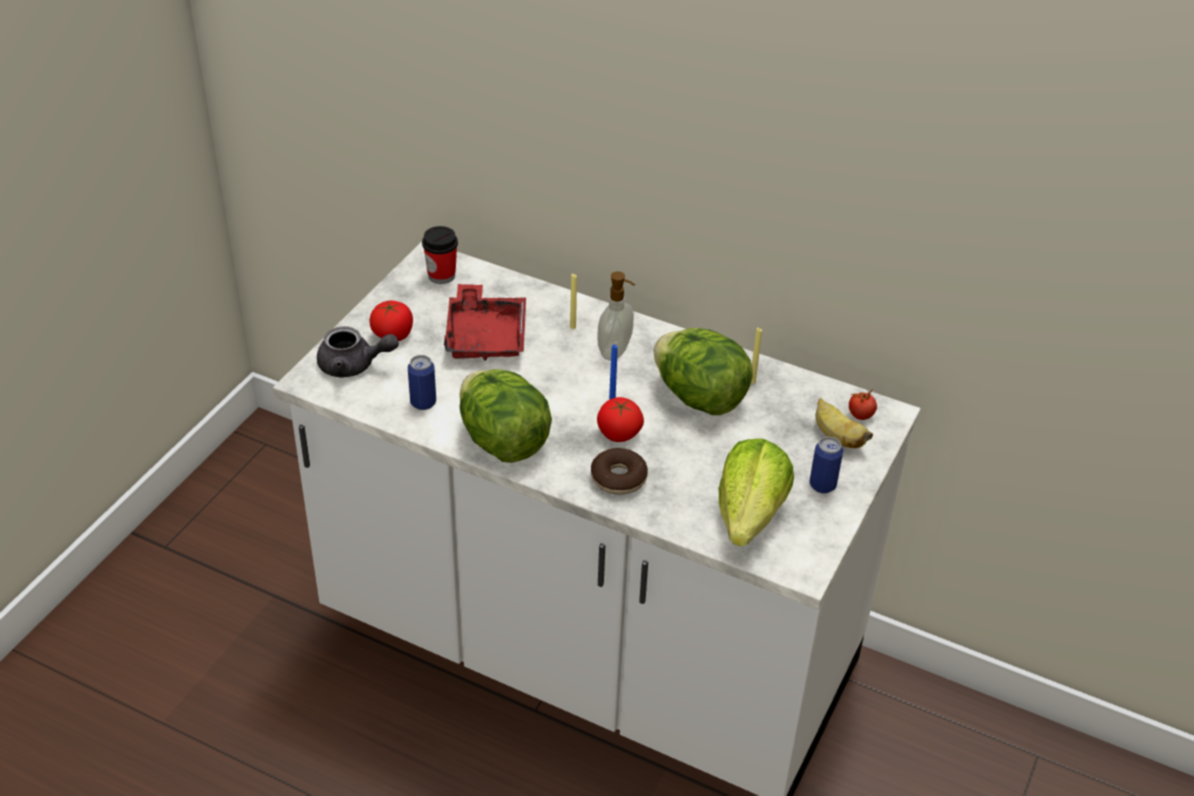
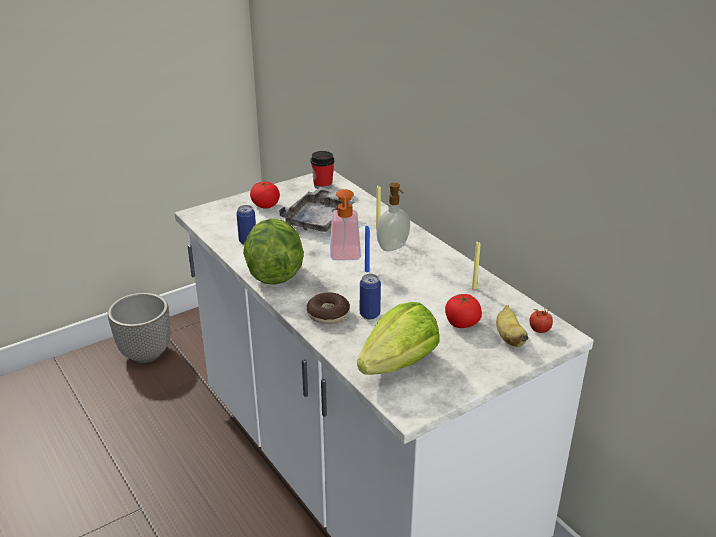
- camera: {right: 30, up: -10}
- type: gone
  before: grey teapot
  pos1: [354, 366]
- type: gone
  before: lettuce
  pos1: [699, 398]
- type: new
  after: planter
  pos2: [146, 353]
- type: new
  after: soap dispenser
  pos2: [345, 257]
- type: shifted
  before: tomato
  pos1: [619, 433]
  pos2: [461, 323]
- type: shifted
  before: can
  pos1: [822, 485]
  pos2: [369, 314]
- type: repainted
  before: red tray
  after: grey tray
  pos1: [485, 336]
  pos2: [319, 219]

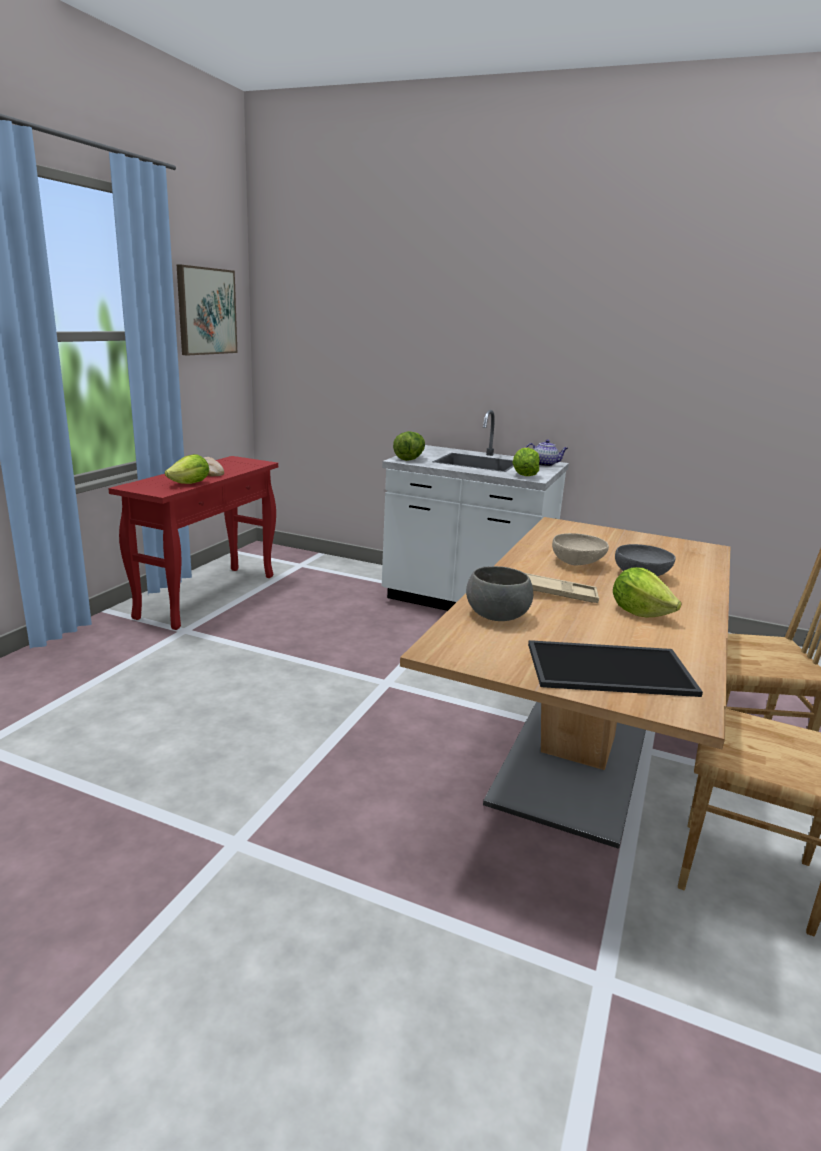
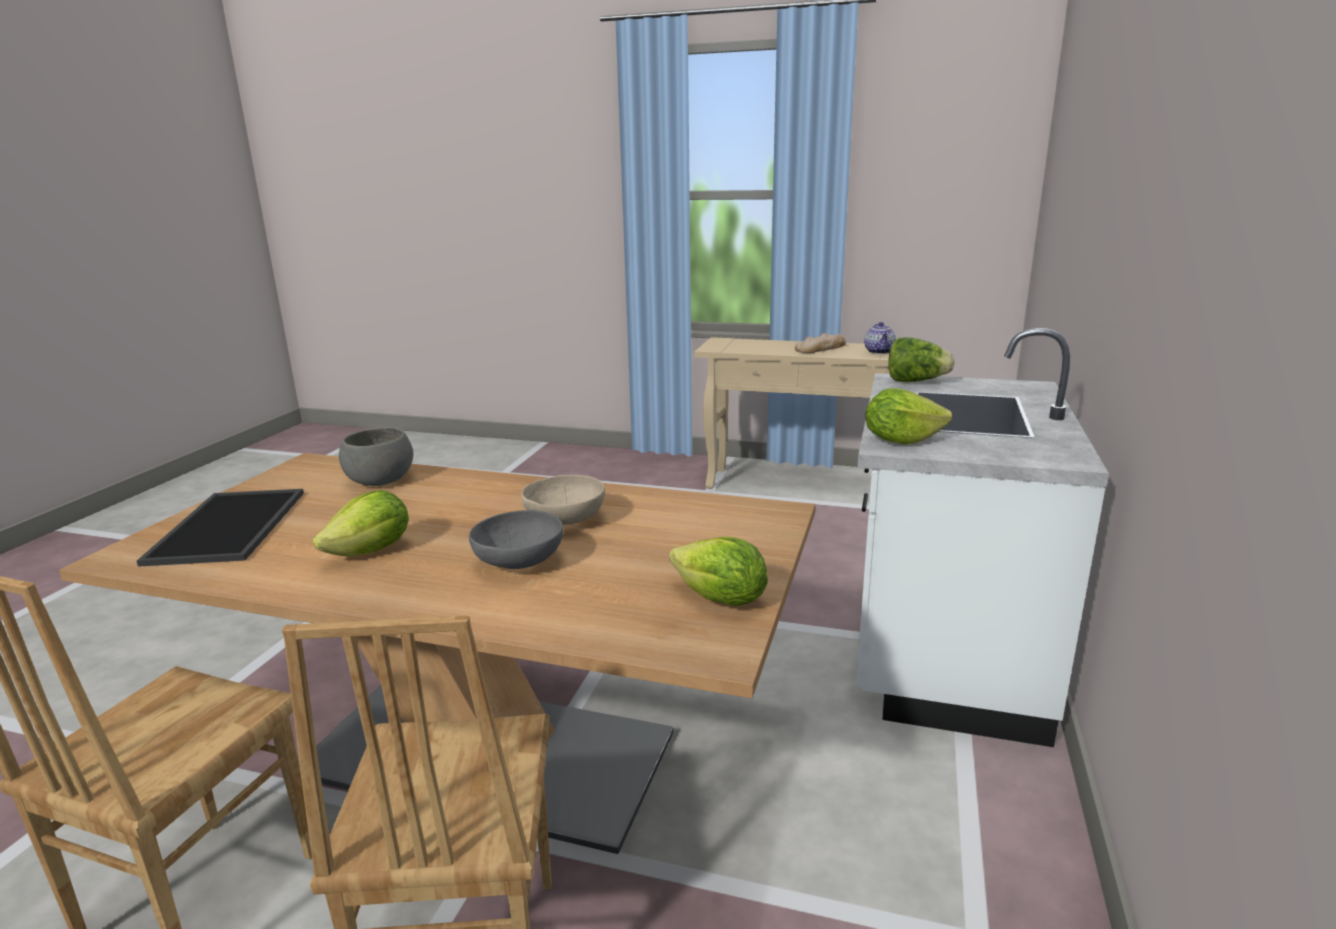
- camera: {right: 85, up: 0}
- type: gone
  before: picture
  pos1: [206, 311]
- type: gone
  before: beige tray
  pos1: [559, 594]
- type: shifted
  before: lettuce
  pos1: [190, 484]
  pos2: [720, 600]
- type: shifted
  before: teapot
  pos1: [545, 464]
  pos2: [879, 352]
- type: repainted
  before: red console table
  after: beige console table
  pos1: [208, 595]
  pos2: [799, 486]

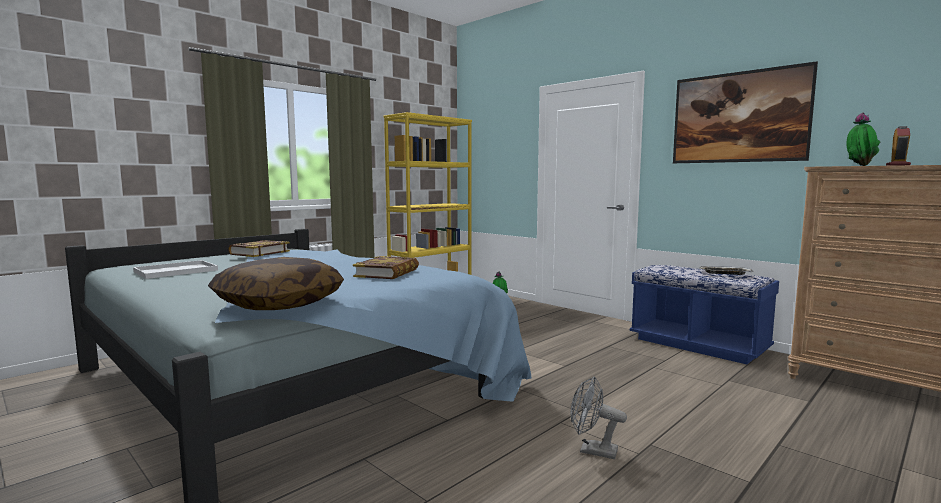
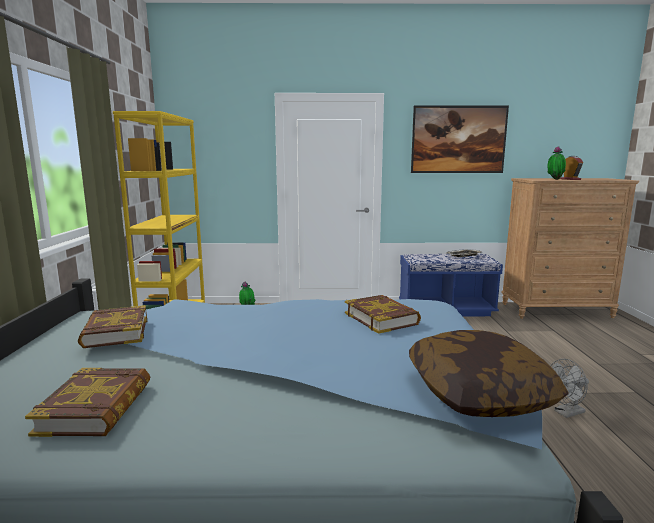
- camera: {right: -45, up: 5}
- type: swapped
  before: white tray
  after: book
  pos1: [174, 271]
  pos2: [96, 408]

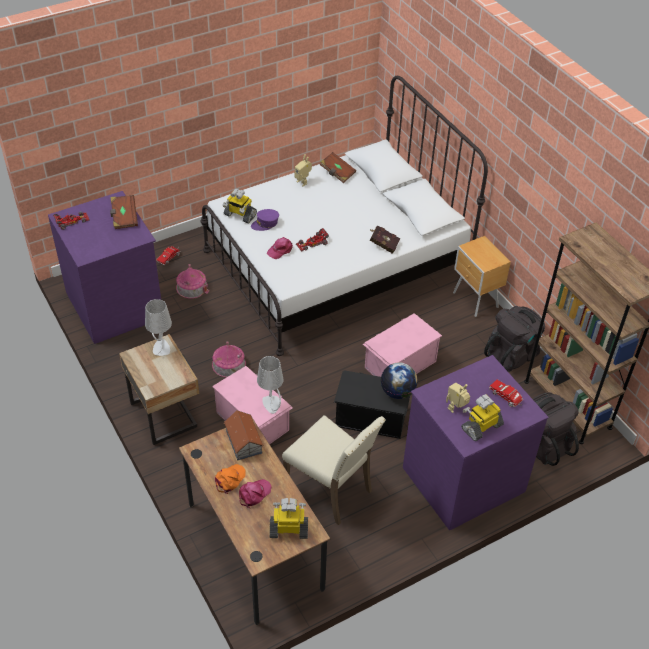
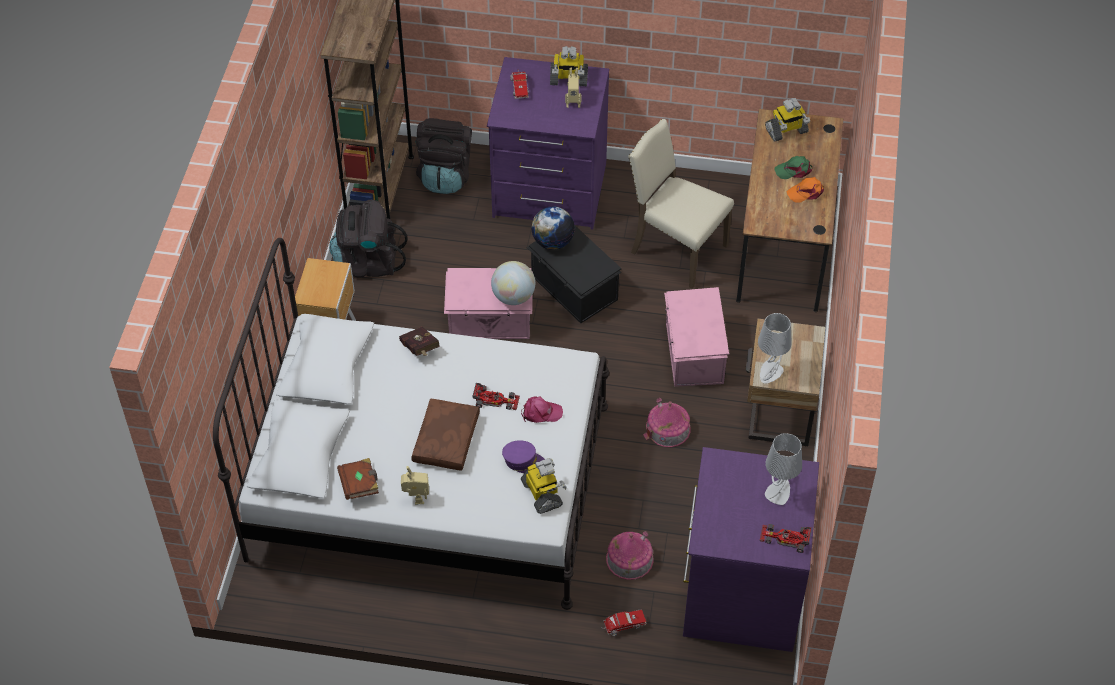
- camera: {right: -140, up: 5}
- type: gone
  before: brown book
  pos1: [124, 218]
- type: gone
  before: toy house
  pos1: [243, 442]
- type: new
  after: brown pillow
  pos2: [447, 441]
- type: new
  after: globe
  pos2: [513, 297]
- type: shifted
  before: grey table lamp
  pos1: [271, 404]
  pos2: [778, 492]
- type: repainted
  before: pink cap
  after: green cap
  pos1: [254, 494]
  pos2: [794, 170]
- type: rotated
  before: toy robot
  pos1: [289, 529]
  pos2: [786, 131]
  turn: -60
- type: rotated
  before: beige chair
  pos1: [330, 490]
  pos2: [676, 249]
  turn: -45

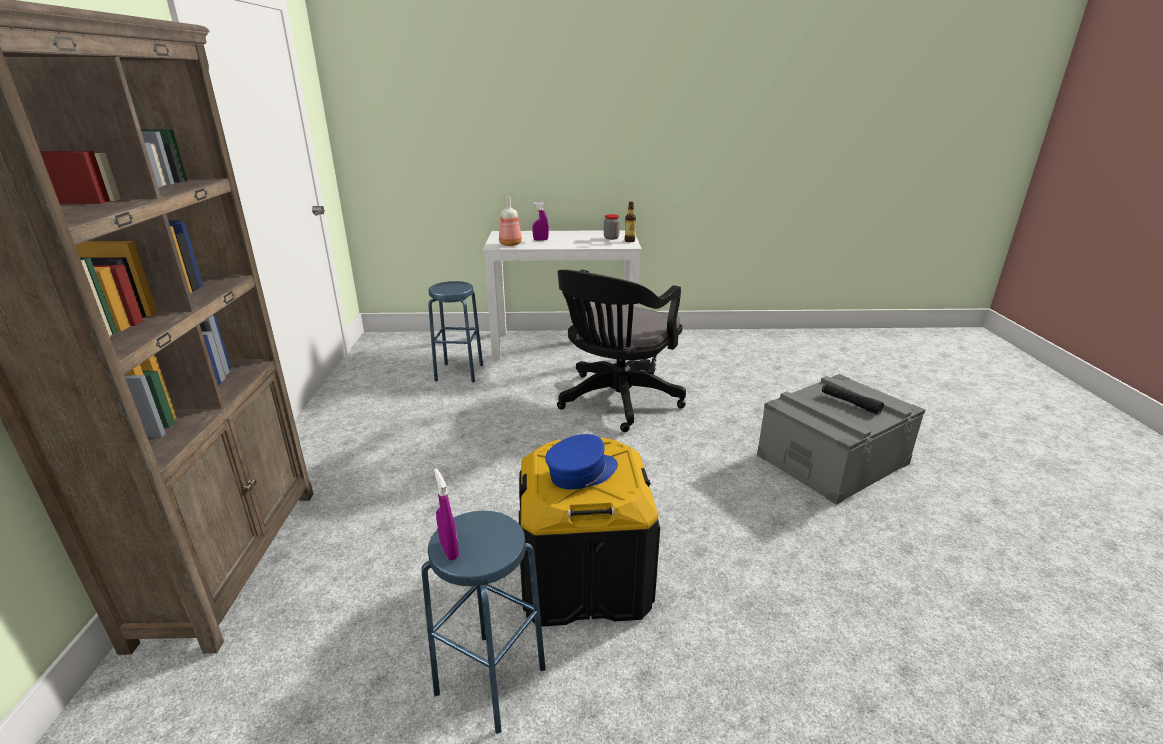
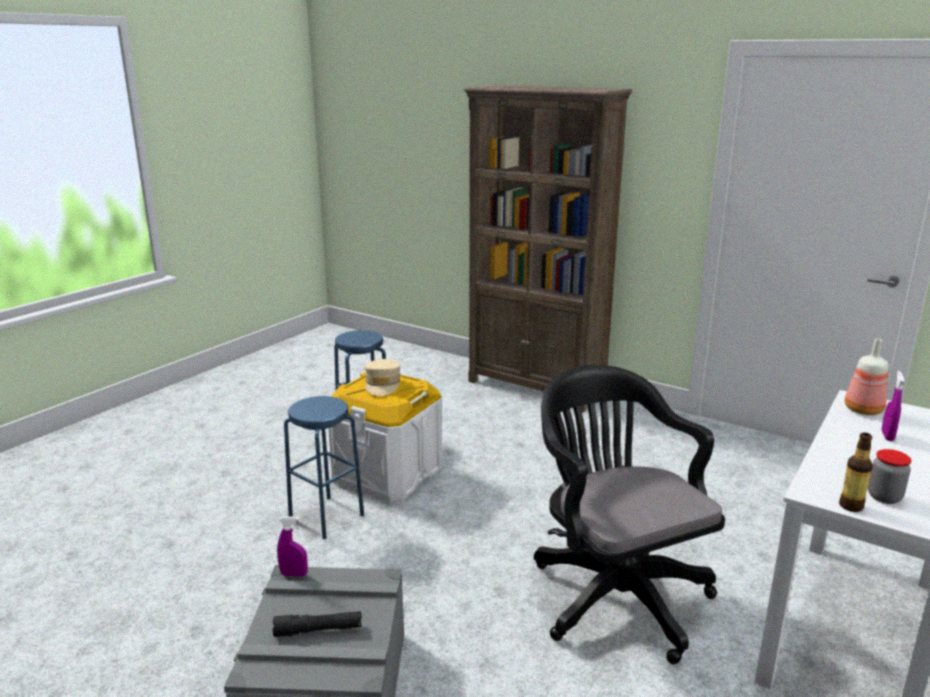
- camera: {right: 125, up: -5}
- type: shifted
  before: blue stool
  pos1: [459, 372]
  pos2: [326, 517]
- type: shifted
  before: purple spray bottle
  pos1: [449, 550]
  pos2: [294, 574]
- type: repainted
  before: black storage box
  after: white storage box
  pos1: [584, 577]
  pos2: [387, 473]
- type: repainted
  before: blue cap
  after: beige cap
  pos1: [581, 473]
  pos2: [382, 385]

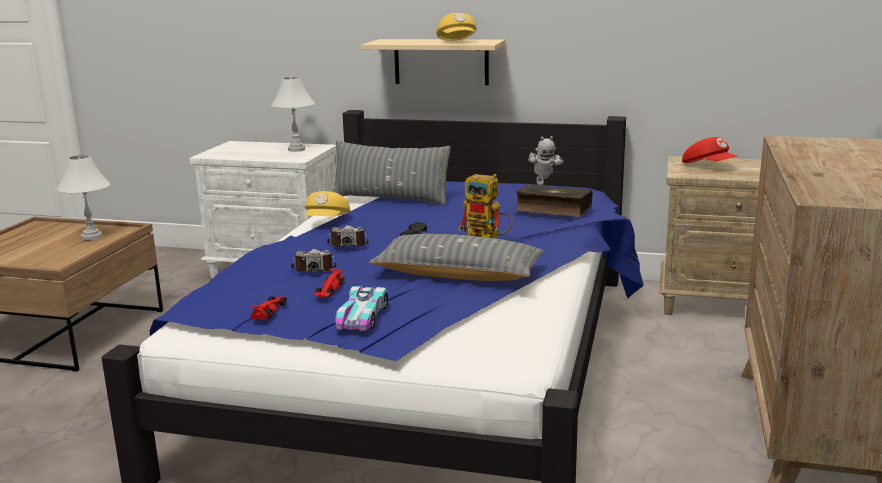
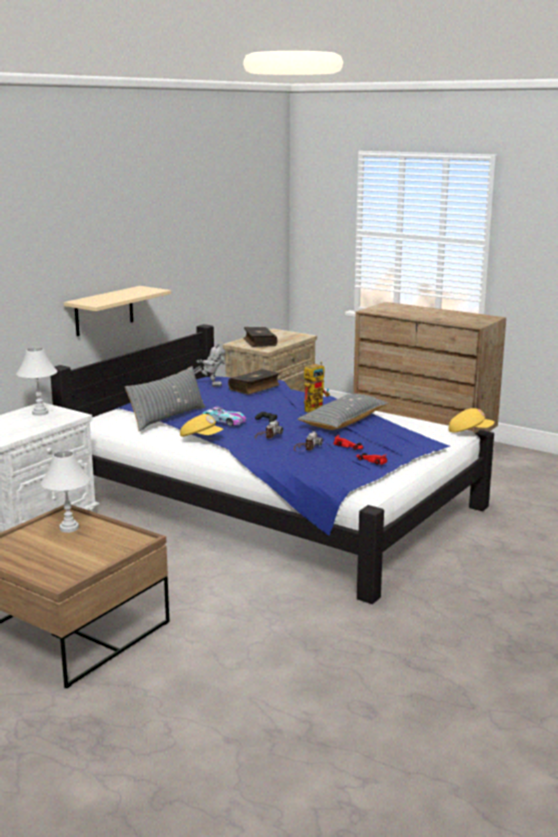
- camera: {right: -70, up: 0}
- type: shifted
  before: toy car
  pos1: [362, 316]
  pos2: [224, 421]
- type: shifted
  before: yellow cap
  pos1: [458, 42]
  pos2: [469, 431]
- type: swapped
  before: red cap
  after: book
  pos1: [708, 166]
  pos2: [259, 342]

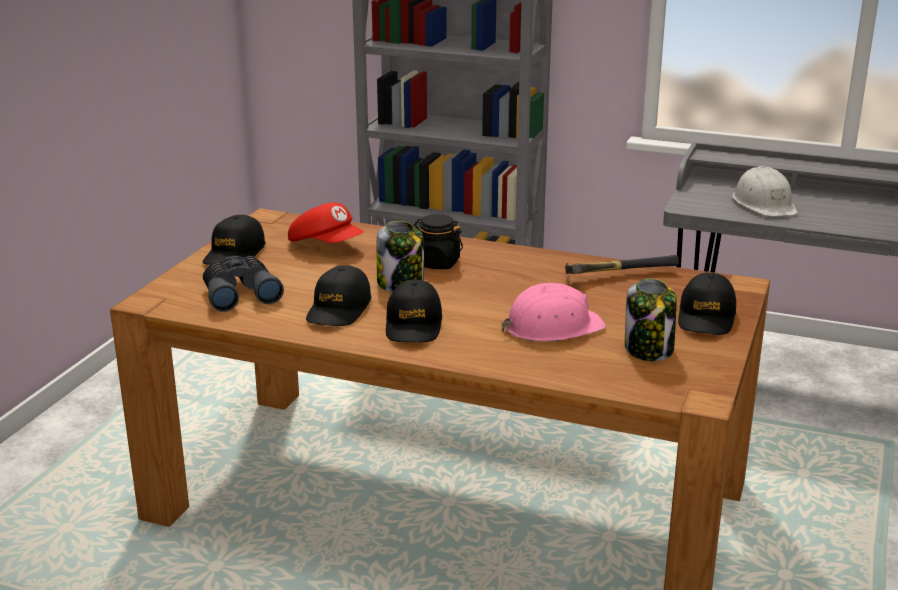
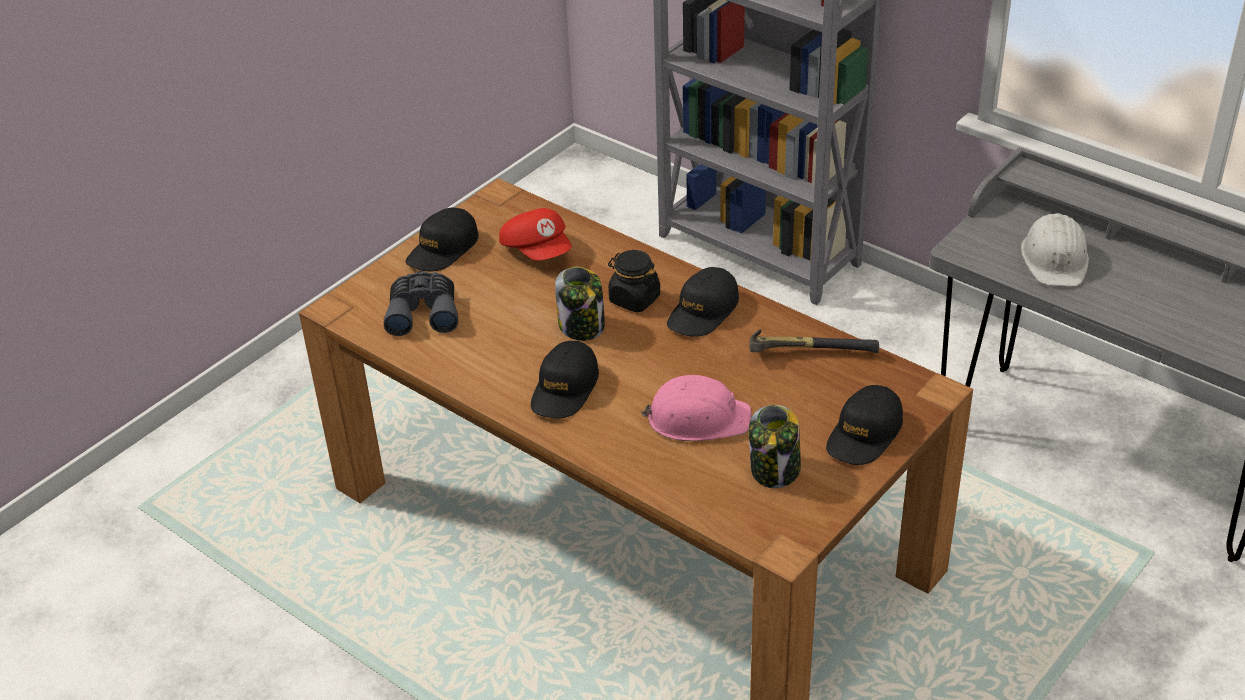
- camera: {right: 20, up: 15}
- type: shifted
  before: black cap
  pos1: [339, 309]
  pos2: [703, 312]

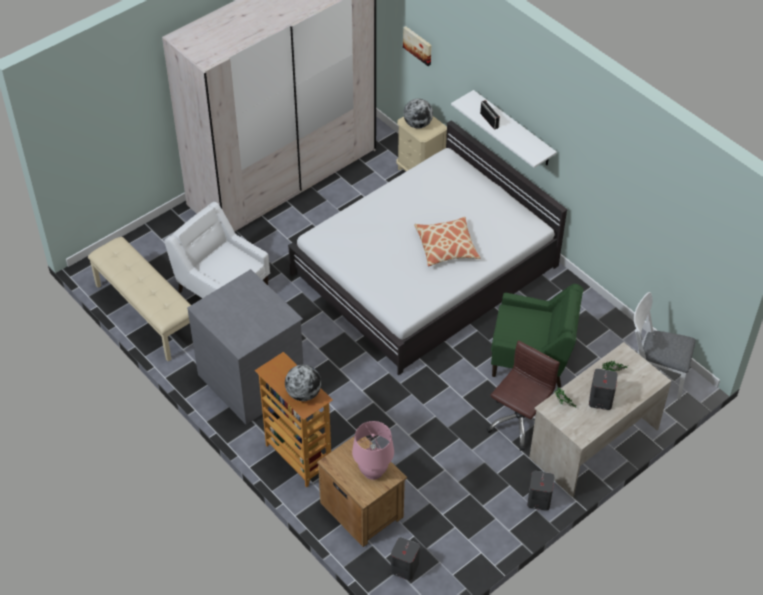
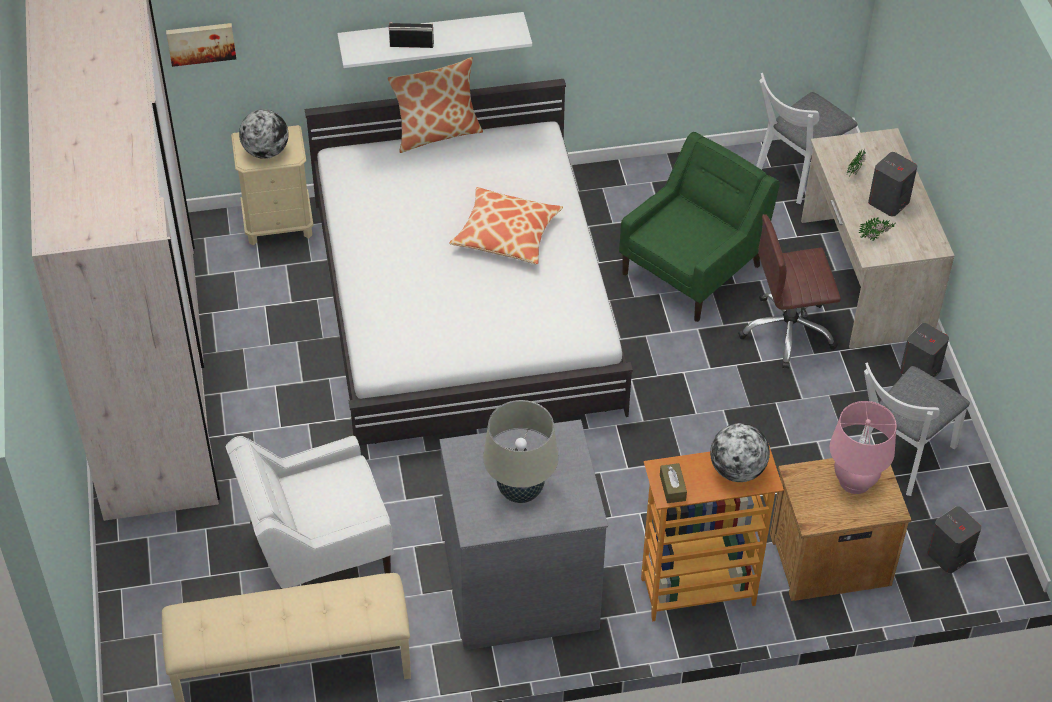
- camera: {right: -60, up: 0}
- type: new
  after: pillow
  pos2: [437, 133]
- type: new
  after: beige table lamp
  pos2: [520, 491]
- type: new
  after: brown tissue box
  pos2: [672, 488]
- type: new
  after: white chair
  pos2: [900, 457]
- type: rotated
  before: brown office chair
  pos1: [519, 422]
  pos2: [788, 331]
  turn: -75

